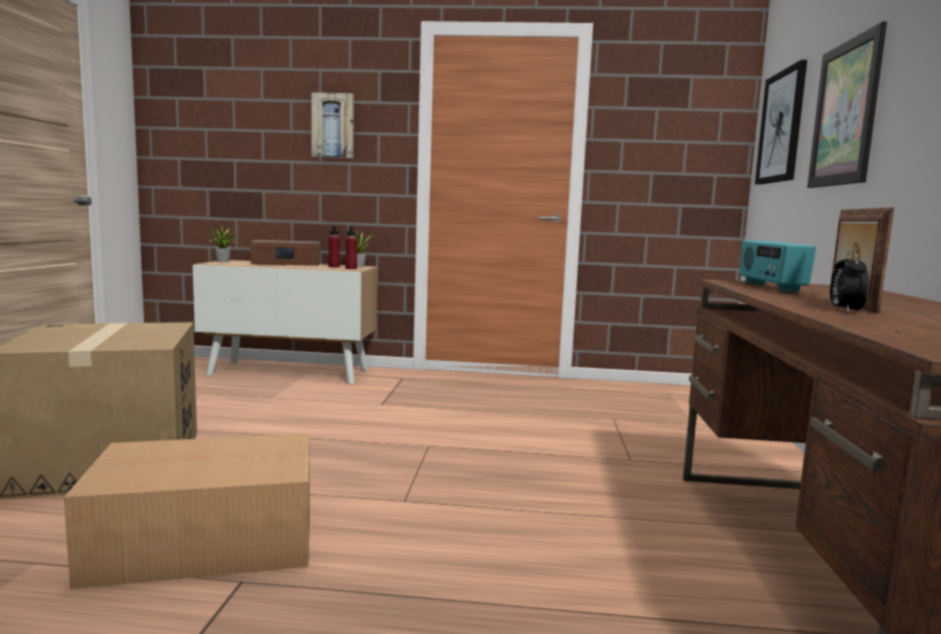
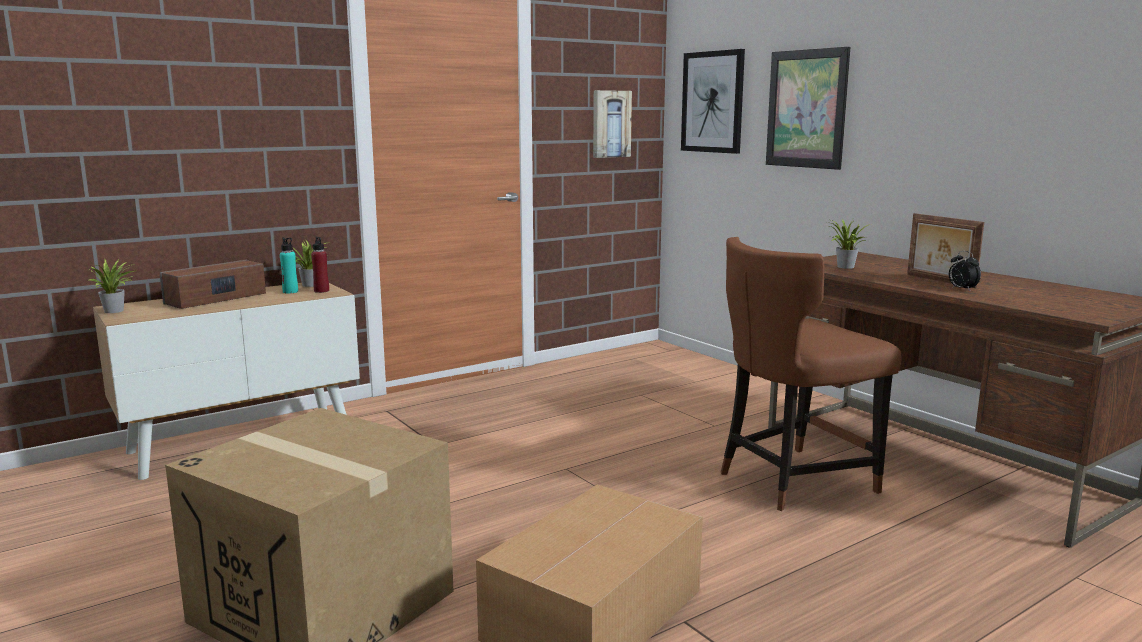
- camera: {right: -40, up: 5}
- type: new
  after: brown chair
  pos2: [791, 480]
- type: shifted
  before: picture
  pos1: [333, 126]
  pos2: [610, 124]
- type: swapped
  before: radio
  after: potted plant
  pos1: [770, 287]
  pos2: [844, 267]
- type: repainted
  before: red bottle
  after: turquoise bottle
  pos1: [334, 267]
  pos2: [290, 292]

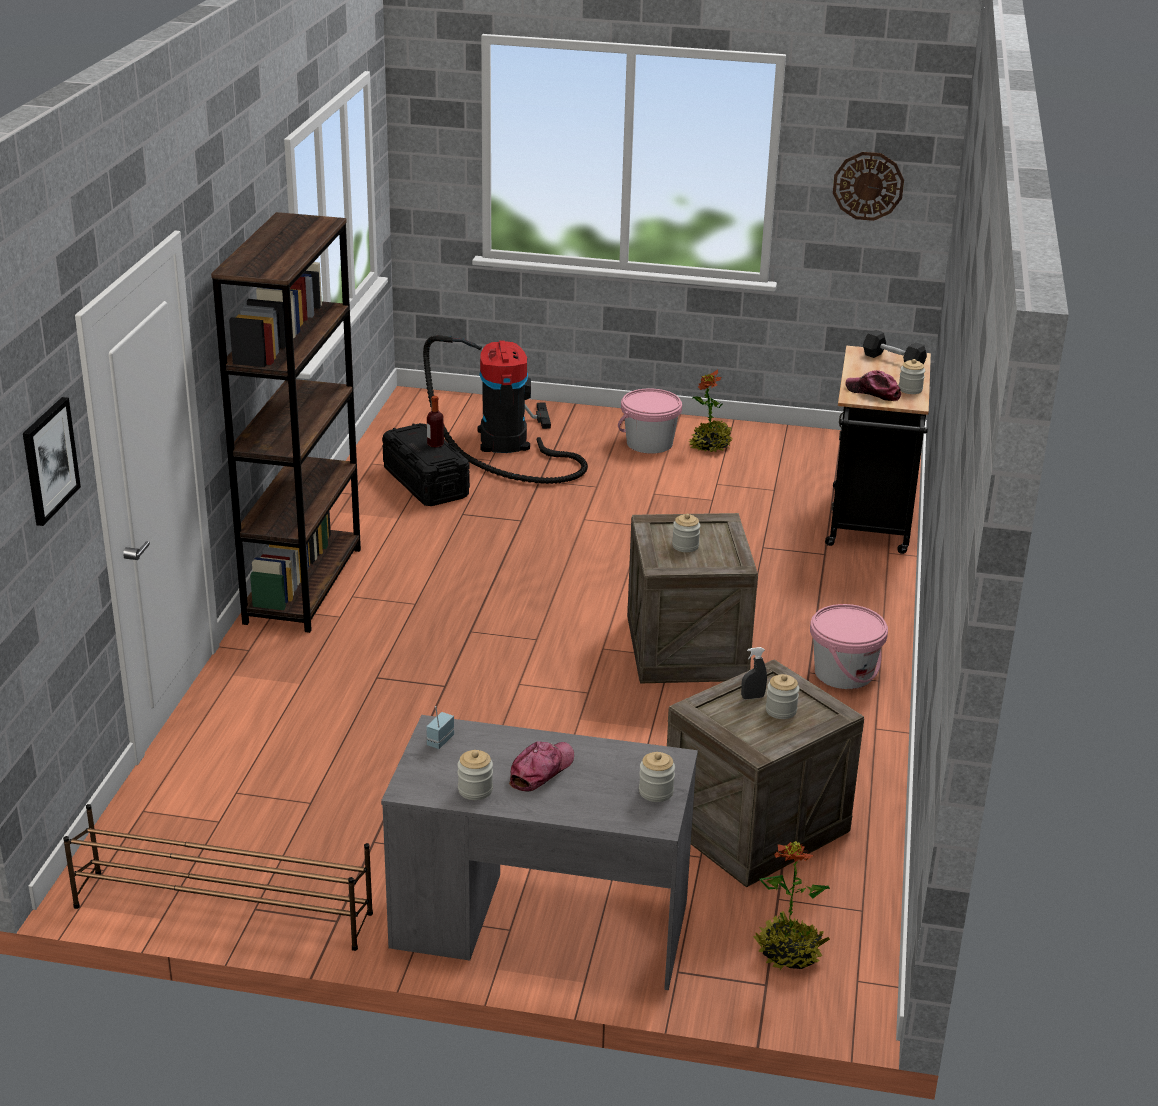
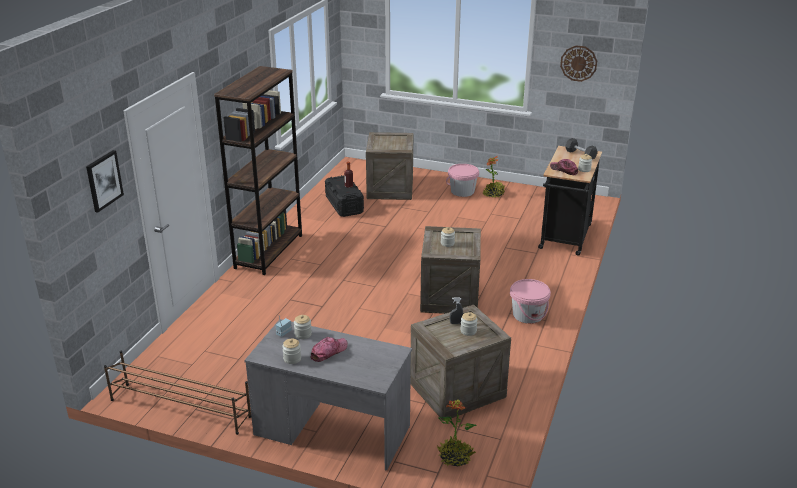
- camera: {right: 10, up: 0}
- type: shifted
  before: jar
  pos1: [656, 792]
  pos2: [303, 334]
- type: swapped
  before: vacuum cleaner
  after: crate
  pos1: [506, 444]
  pos2: [390, 188]

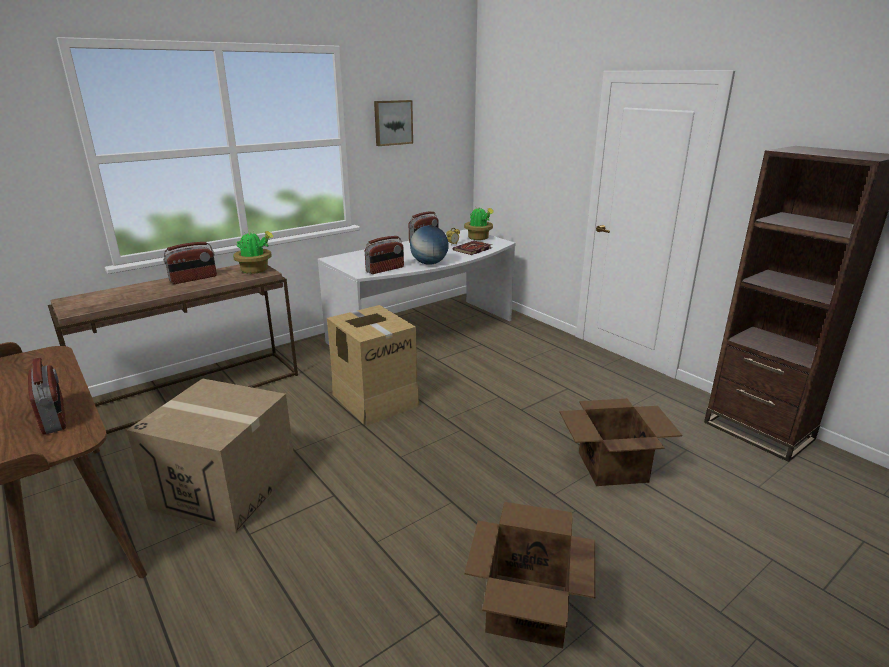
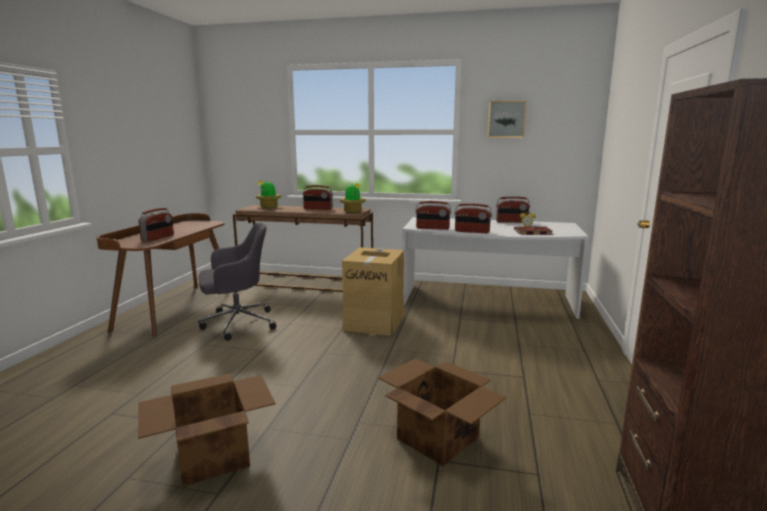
- camera: {right: 50, up: -10}
- type: shifted
  before: potted plant
  pos1: [479, 238]
  pos2: [268, 207]
- type: swapped
  before: cardboard box
  after: grey office chair
  pos1: [226, 487]
  pos2: [237, 323]
- type: swapped
  before: globe
  after: radio
  pos1: [429, 263]
  pos2: [472, 231]

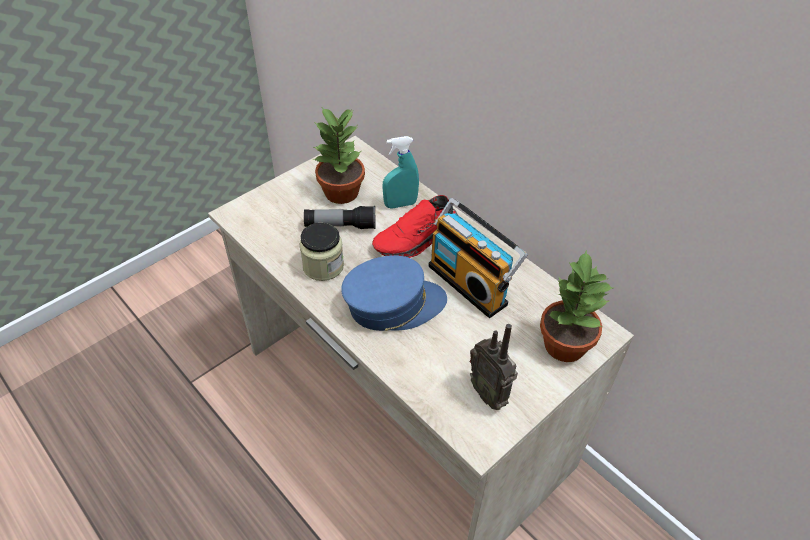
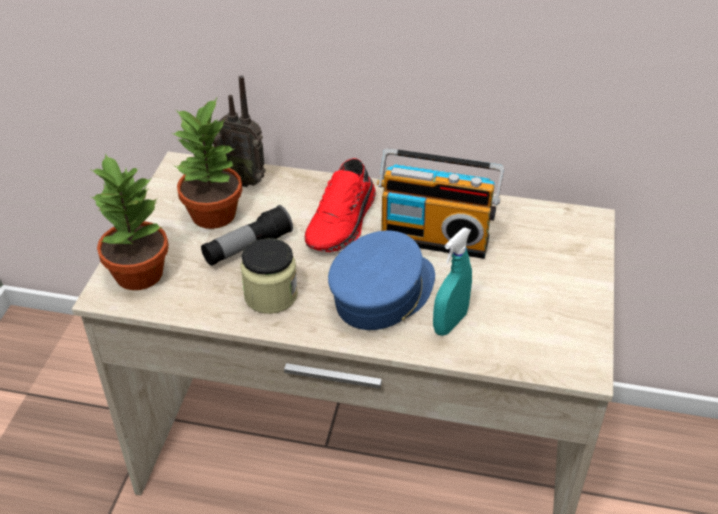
- camera: {right: -35, up: -5}
- type: shifted
  before: turquoise spray bottle
  pos1: [400, 204]
  pos2: [450, 323]
- type: shifted
  before: radio
  pos1: [490, 393]
  pos2: [244, 179]
- type: shifted
  before: potted plant
  pos1: [564, 344]
  pos2: [138, 273]

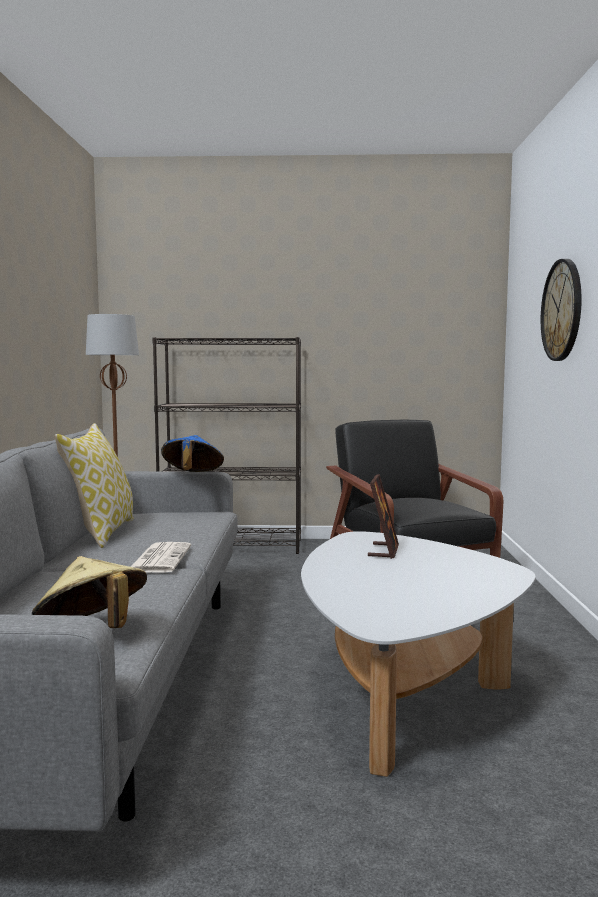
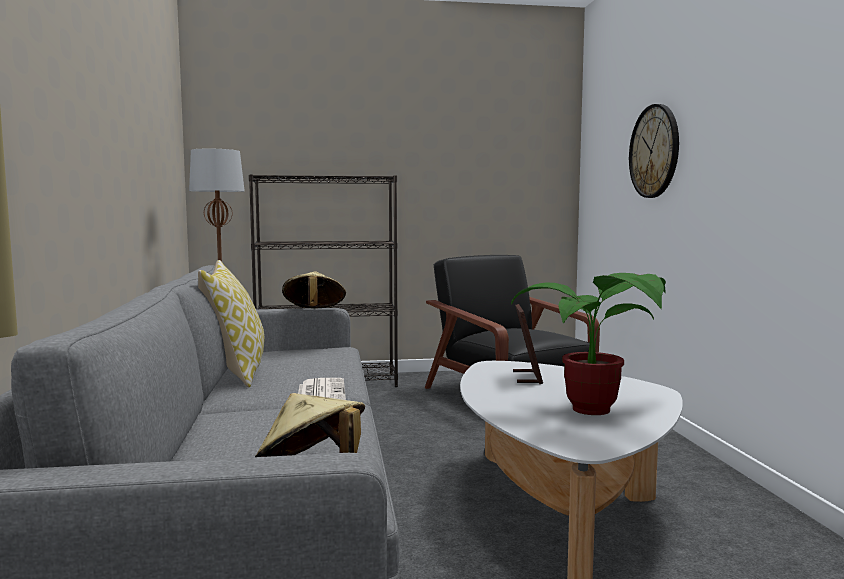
- camera: {right: -10, up: 0}
- type: new
  after: potted plant
  pos2: [597, 411]
- type: repainted
  before: blue hat
  after: beige hat
  pos1: [192, 475]
  pos2: [313, 312]

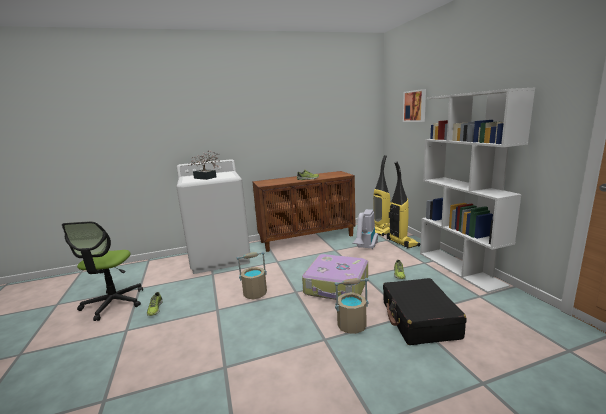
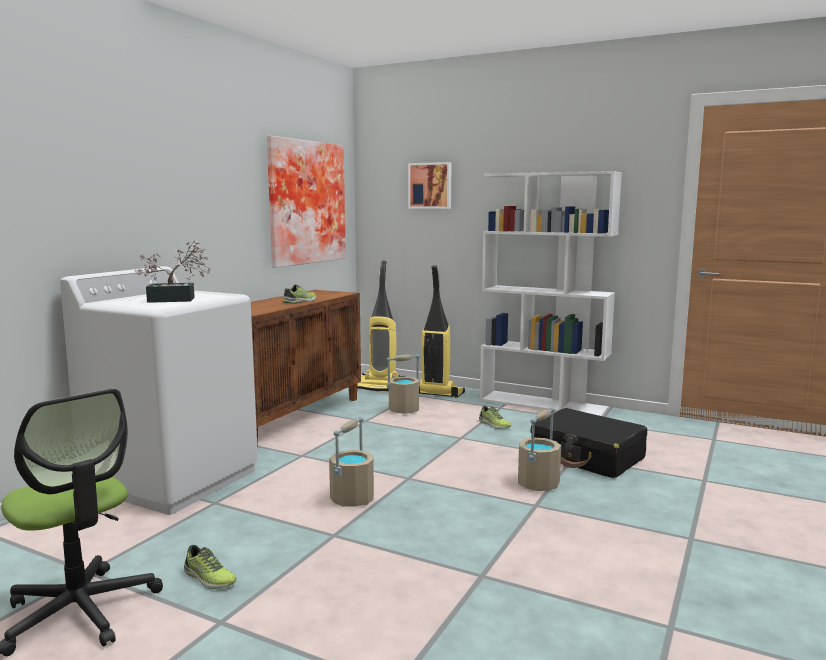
- camera: {right: -45, up: -5}
- type: gone
  before: suitcase
  pos1: [337, 286]
- type: new
  after: picture
  pos2: [304, 202]
- type: swapped
  before: vacuum cleaner
  after: beige bucket
  pos1: [365, 248]
  pos2: [404, 410]

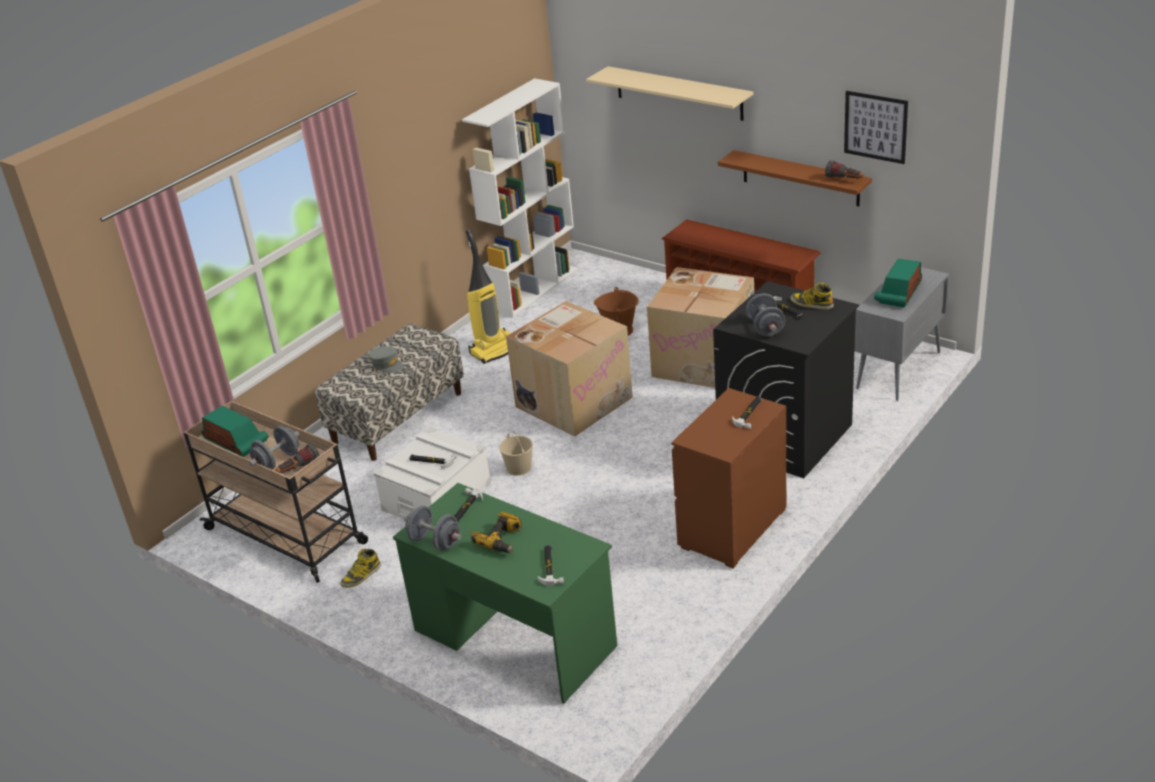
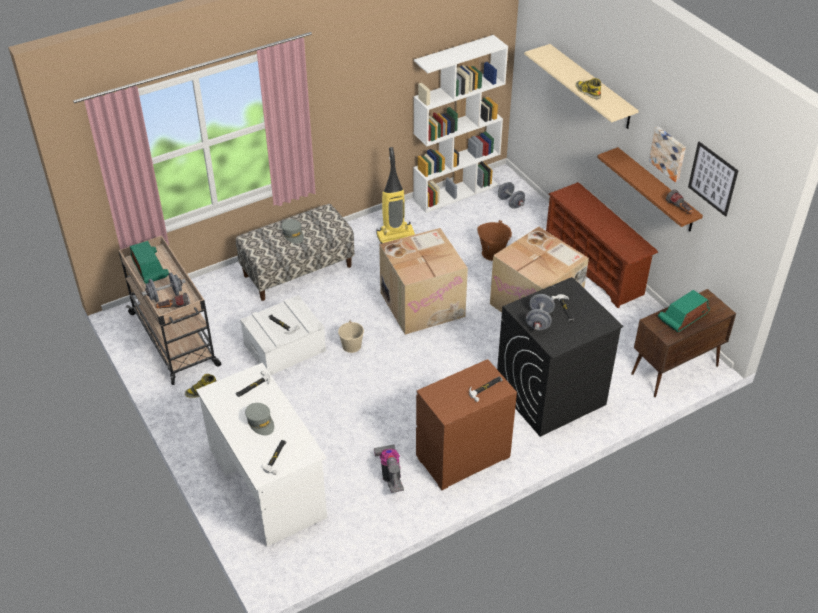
- camera: {right: 20, up: 10}
- type: new
  after: vacuum cleaner
  pos2: [390, 474]
- type: new
  after: picture
  pos2: [668, 153]
- type: shifted
  before: grey dumbbell
  pos1: [435, 542]
  pos2: [510, 202]
- type: shifted
  before: boot
  pos1: [811, 304]
  pos2: [587, 92]
- type: swapped
  before: power drill
  after: grey cap
  pos1: [503, 540]
  pos2: [260, 422]
- type: repainted
  before: green desk
  after: white desk
  pos1: [514, 638]
  pos2: [267, 482]
- type: repainted
  before: grey cabinet
  after: brown cabinet
  pos1: [898, 370]
  pos2: [674, 370]

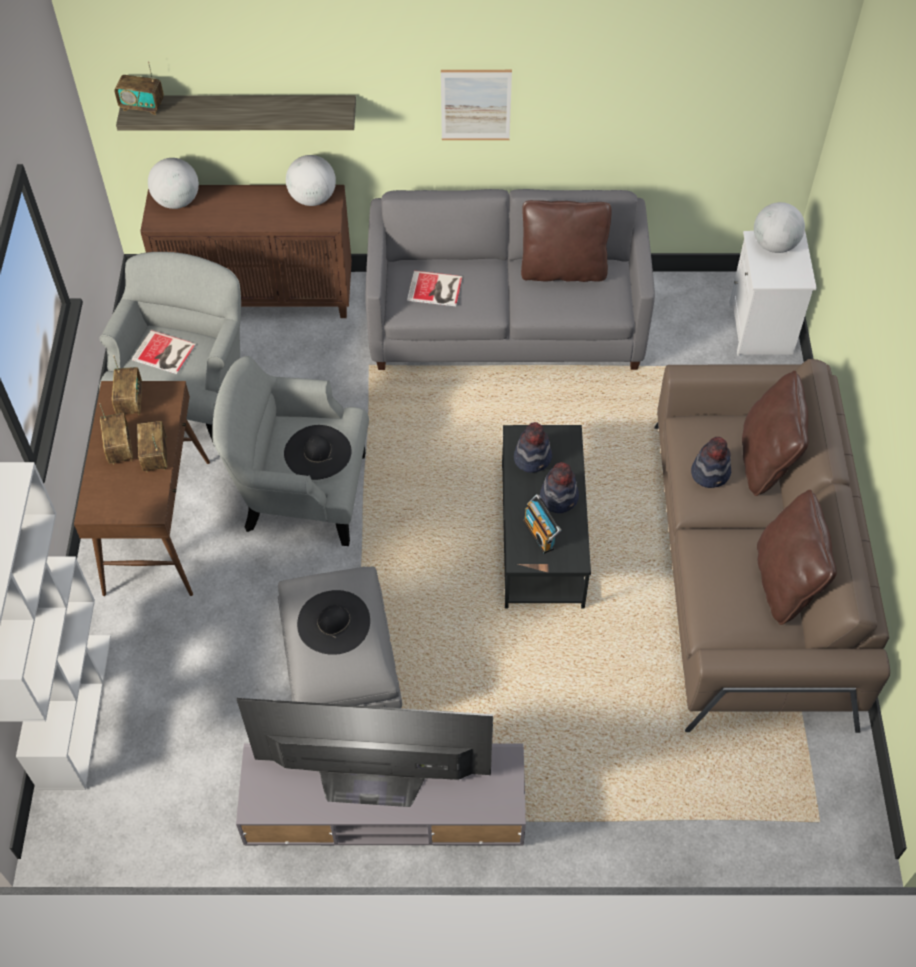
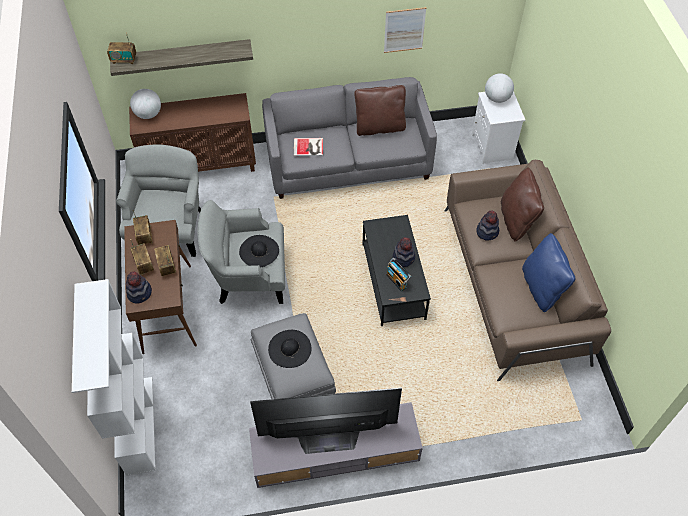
- camera: {right: -10, up: 0}
- type: gone
  before: book
  pos1: [165, 353]
- type: gone
  before: globe
  pos1: [313, 199]
- type: shifted
  before: picture
  pos1: [476, 105]
  pos2: [404, 30]
- type: shifted
  before: hat
  pos1: [533, 458]
  pos2: [140, 293]
- type: repainted
  before: brown pillow
  after: blue pillow
  pos1: [785, 582]
  pos2: [541, 288]

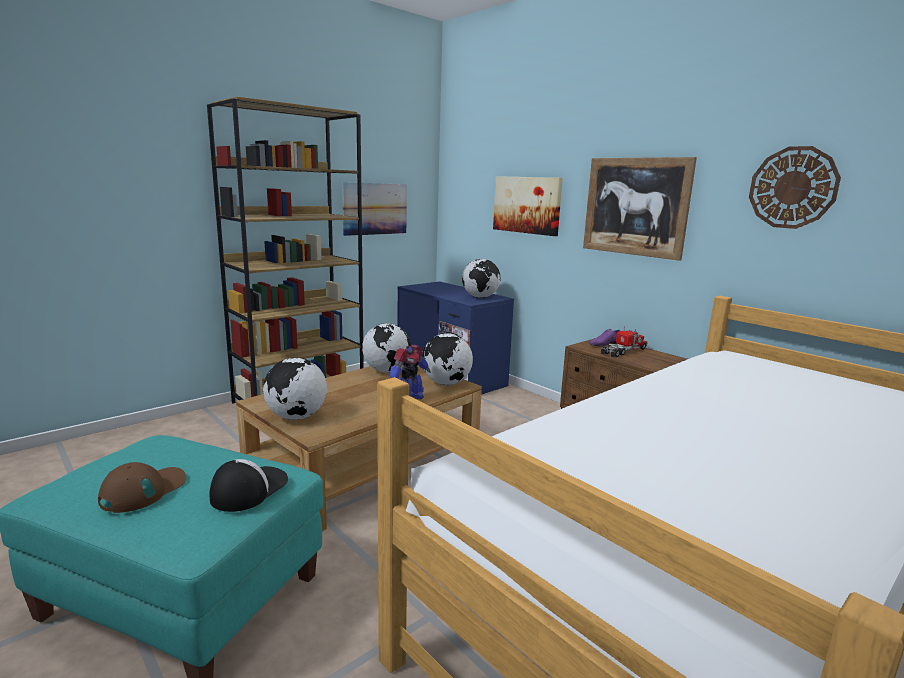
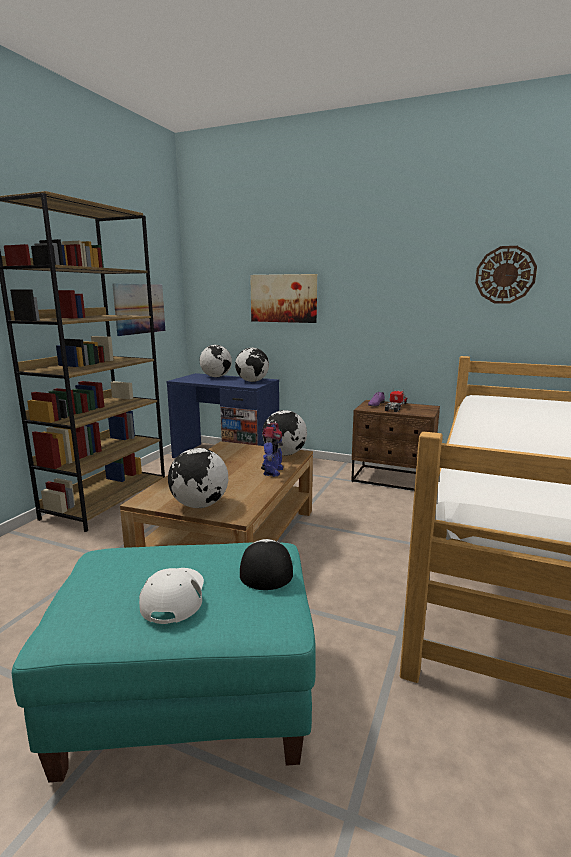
- camera: {right: -25, up: 0}
- type: gone
  before: picture
  pos1: [635, 206]
- type: shifted
  before: globe
  pos1: [386, 371]
  pos2: [216, 377]
- type: repainted
  before: brown cap
  after: white cap
  pos1: [144, 490]
  pos2: [174, 596]

